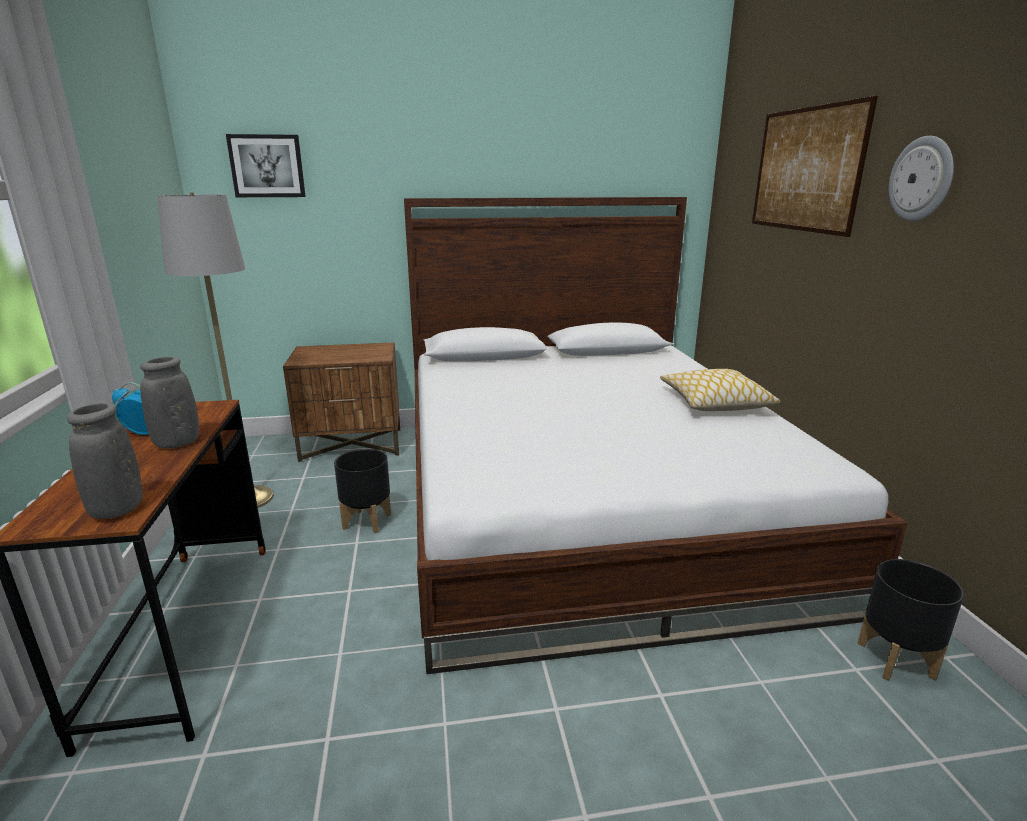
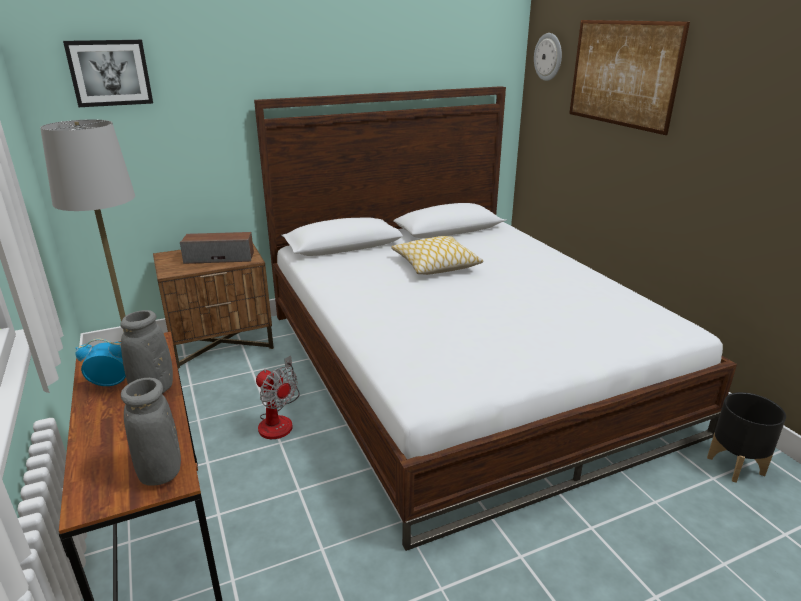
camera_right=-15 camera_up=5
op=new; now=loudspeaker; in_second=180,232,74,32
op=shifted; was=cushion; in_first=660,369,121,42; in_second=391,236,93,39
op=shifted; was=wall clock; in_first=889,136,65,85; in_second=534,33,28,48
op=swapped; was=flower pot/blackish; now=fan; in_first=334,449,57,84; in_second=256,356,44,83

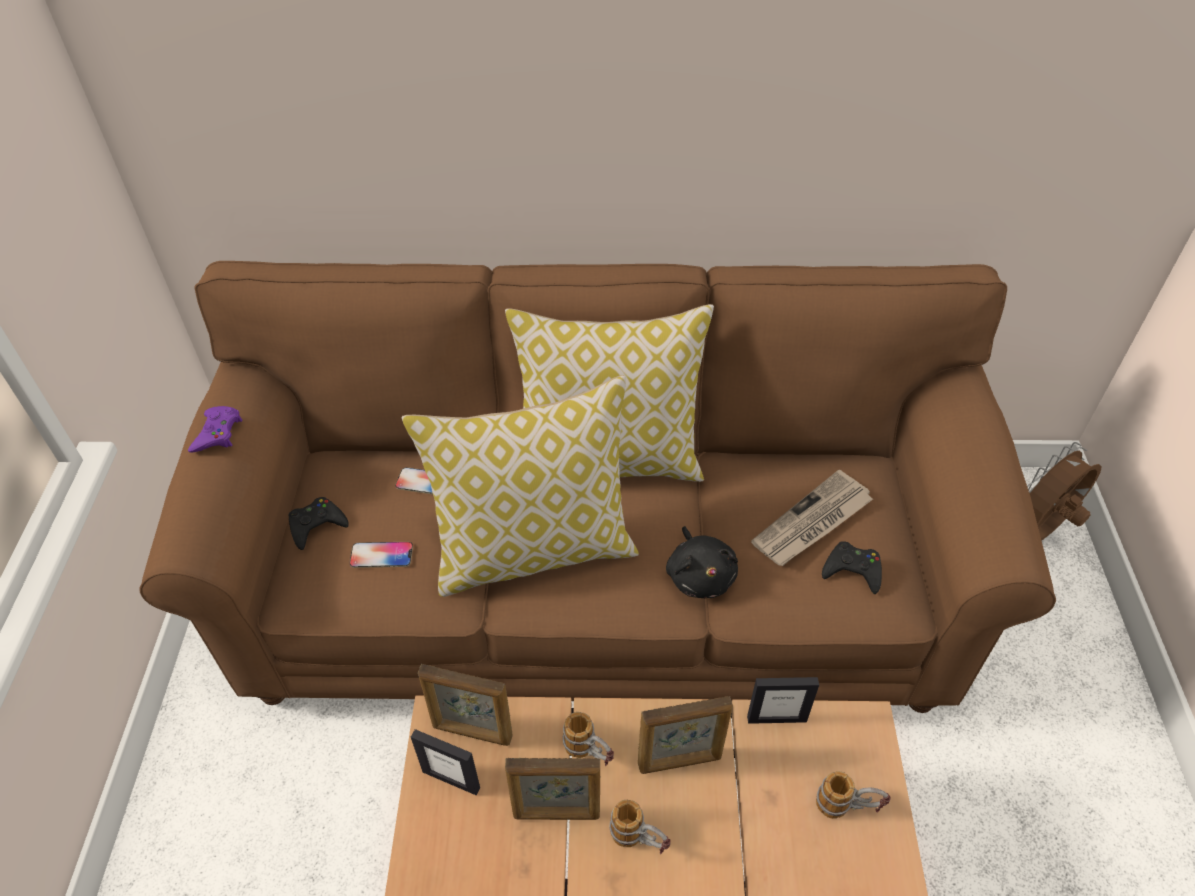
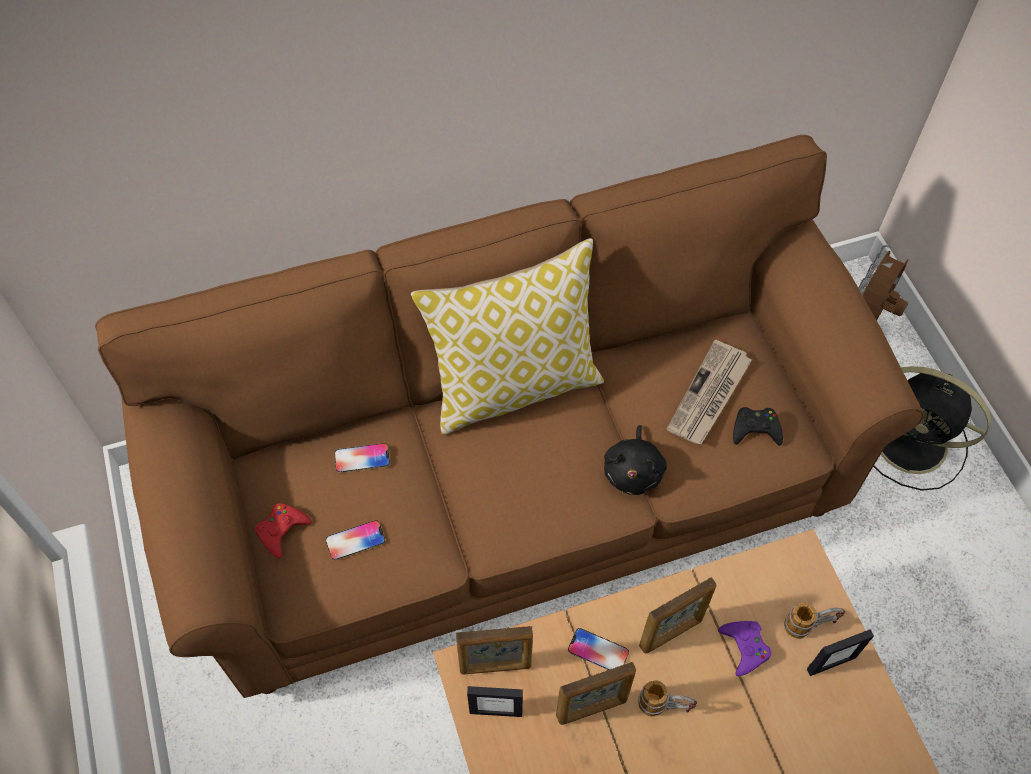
camera_right=-20 camera_up=10
op=gone; was=cushion; in_first=402,375,237,222
op=new; now=fan/blackish; in_second=873,366,118,125
op=shifted; was=gamepad/purplish; in_first=188,406,54,47; in_second=718,621,53,55
op=shifted; was=standing frame; in_first=747,677,72,47; in_second=807,629,67,47
op=swapped; was=mug; now=phone; in_first=563,712,51,54; in_second=568,628,61,42
op=repainted; was=gamepad/blackish; now=gamepad/red; in_first=288,497,61,53; in_second=255,503,57,56
op=rotated; was=plush toy/blackish; in_first=666,526,72,72; in_second=604,425,63,70; clockwise=45

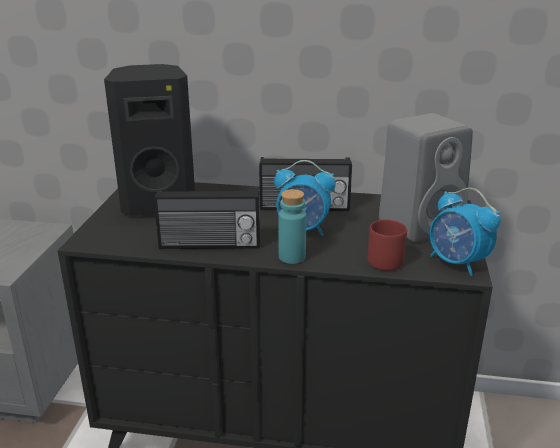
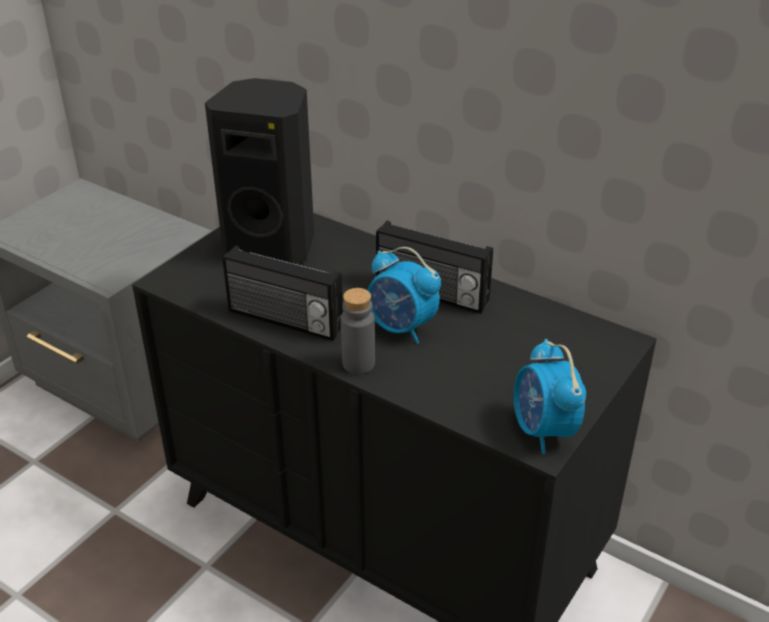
camera_right=25 camera_up=10
op=gone; was=mug/red; in_first=368,220,39,51
op=gone; was=loudspeaker/greyish; in_first=379,113,94,130
op=repainted; was=beverage bottle/turquoise-coloured; now=beverage bottle/greyish; in_first=279,189,28,75; in_second=341,288,34,86

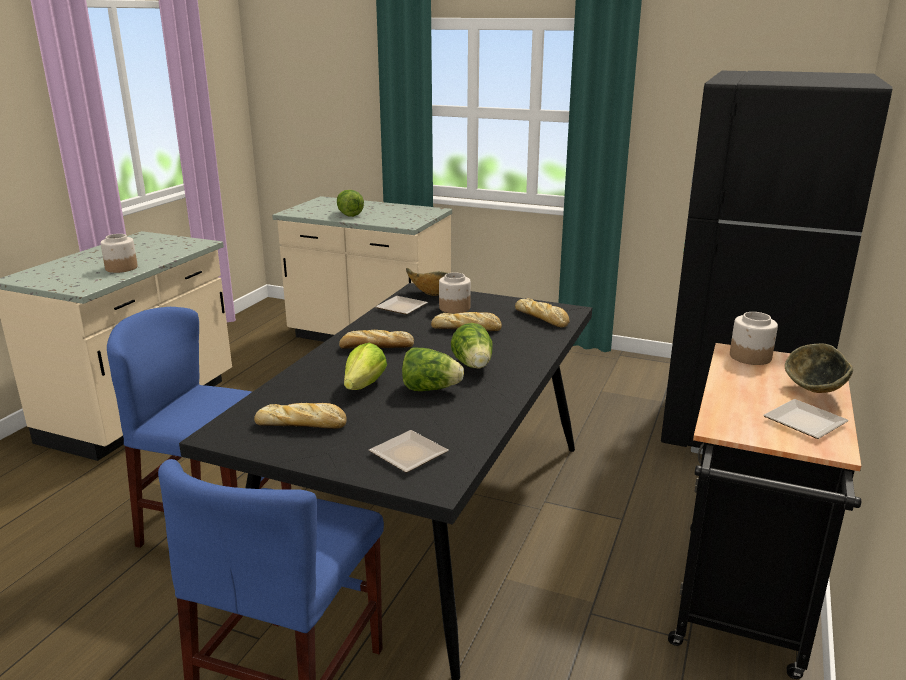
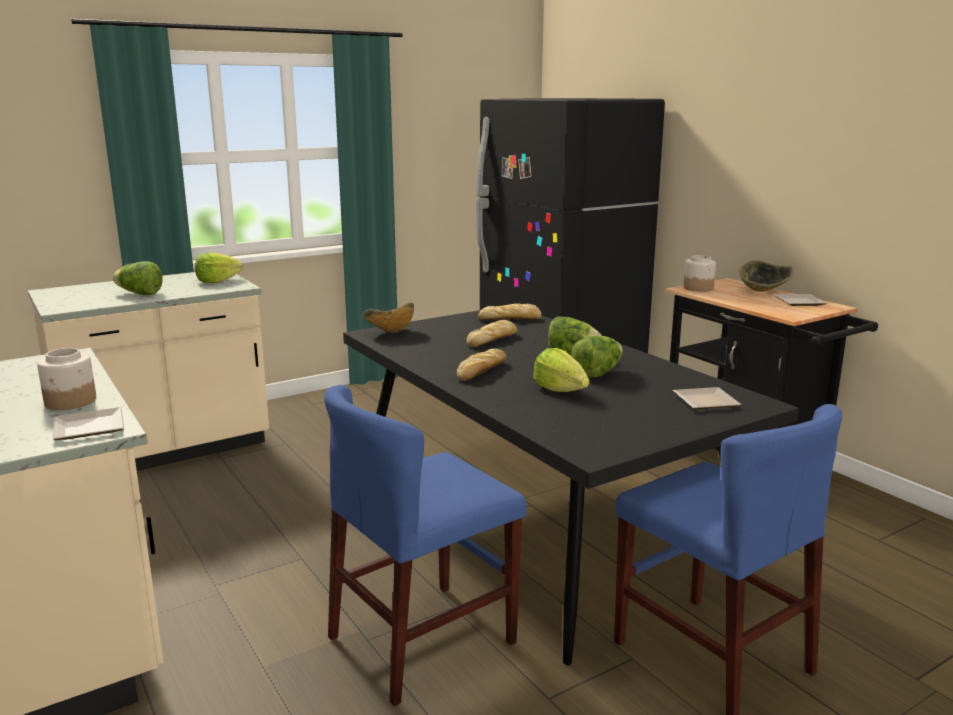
camera_right=-55 camera_up=-5
op=gone; was=baked bread; in_first=254,403,93,26
op=gone; was=preserve jar; in_first=439,272,32,41
op=new; now=lettuce; in_second=195,252,48,31
op=shifted; was=plate; in_first=376,296,52,18; in_second=53,407,71,33

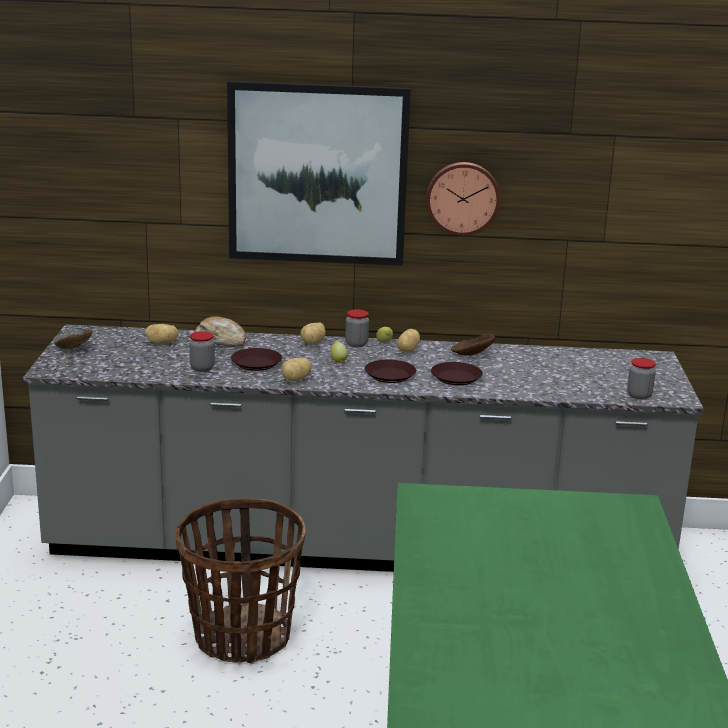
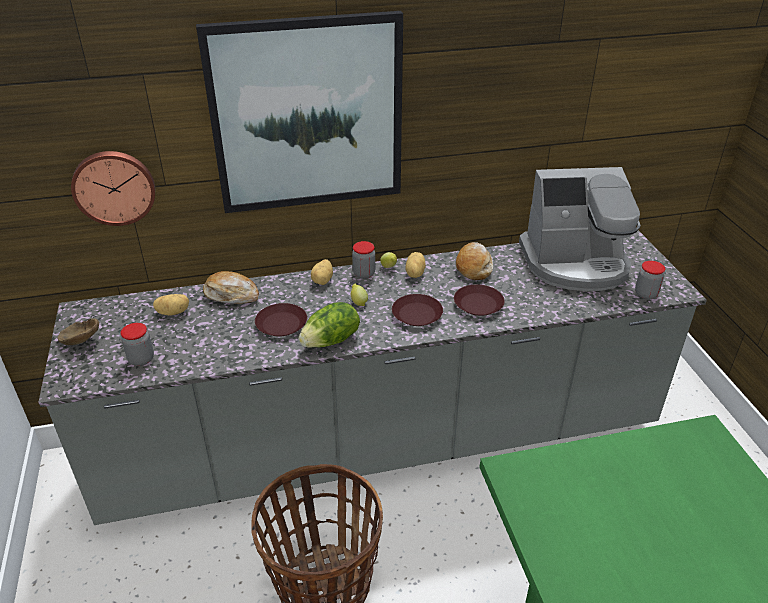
camera_right=-15 camera_up=15
op=new; now=coffee maker; in_second=519,167,122,124
op=shifted; was=preserve jar; in_first=189,331,26,41; in_second=121,323,33,43
op=shifted; was=wall clock; in_first=426,162,74,74; in_second=71,151,84,75
op=swapped; was=whole potato; now=lettuce; in_first=281,358,31,23; in_second=299,302,61,46
op=swapped; was=serving bowl/brown; now=baked bread; in_first=451,334,44,22; in_second=456,242,37,38

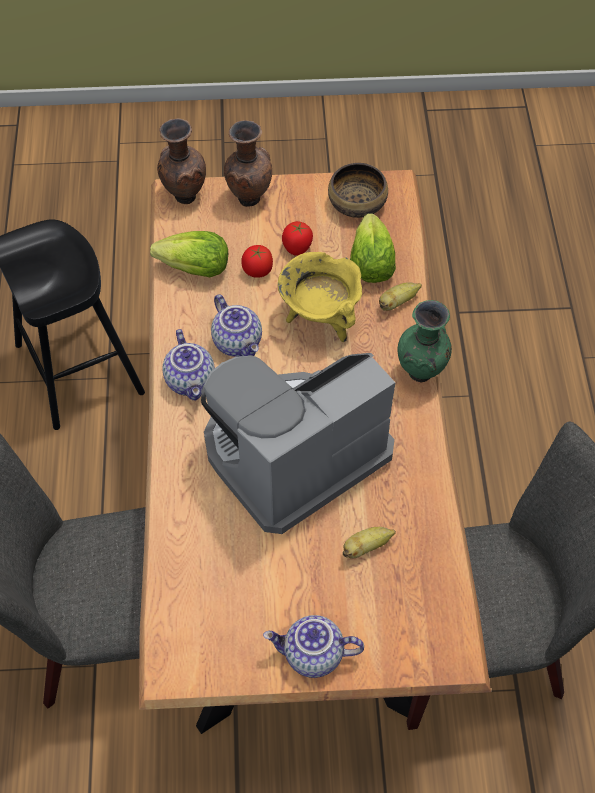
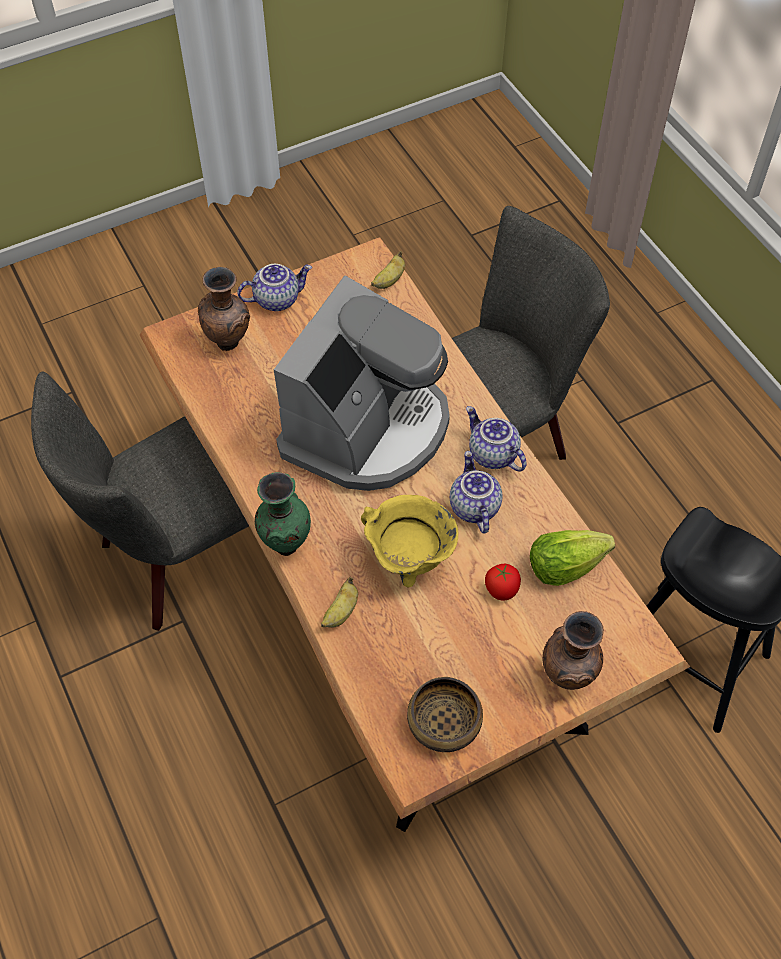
camera_right=155 camera_up=0
op=gone; was=fresh tomato; in_first=282,221,31,35
op=gone; was=lettuce; in_first=350,213,46,70
op=shifted; was=vase/brown; in_first=157,119,49,85; in_second=198,267,52,84
op=shifted; was=whole banana; in_first=343,527,53,31; in_second=371,251,34,38
op=rotated; was=pot for tea; in_first=211,294,51,63; in_second=450,451,52,82; clockwise=45

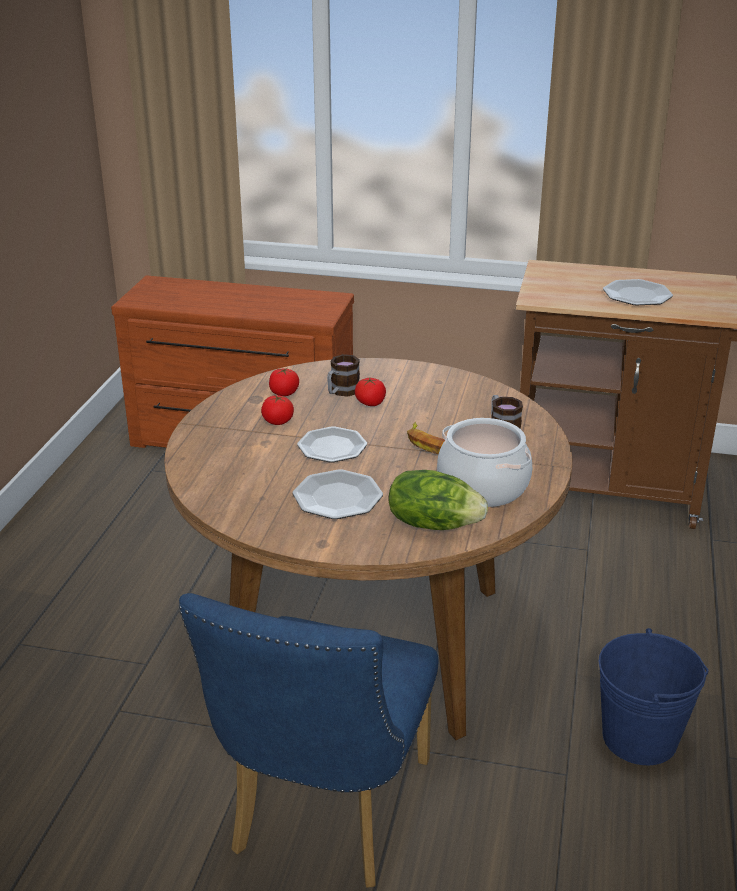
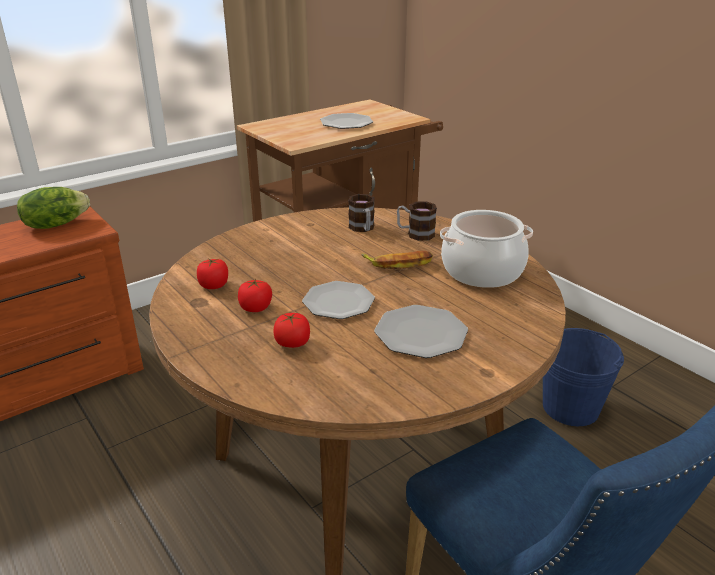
camera_right=-50 camera_up=0
op=shifted; was=mug; in_first=327,354,33,43; in_second=348,194,27,38
op=shifted; was=fresh tomato; in_first=355,378,31,28; in_second=273,313,37,35
op=shifted; was=lettuce; in_first=389,470,99,60; in_second=17,187,73,42

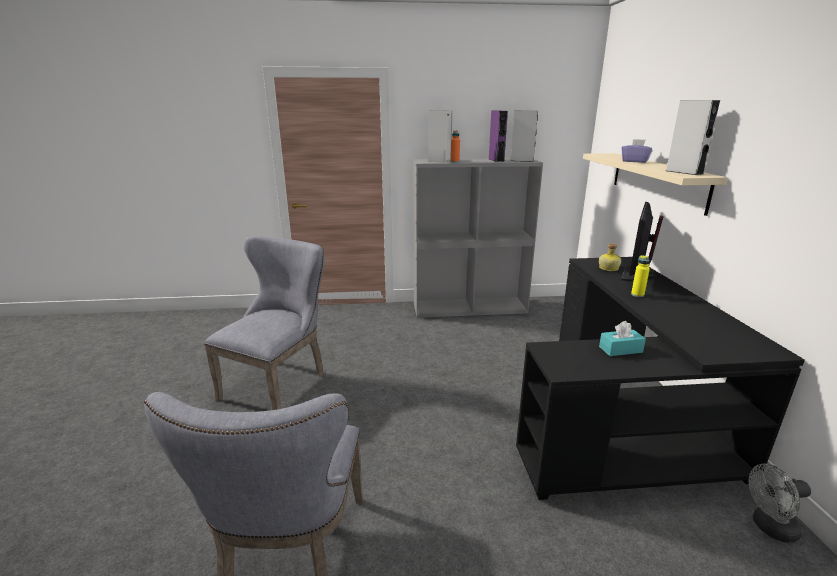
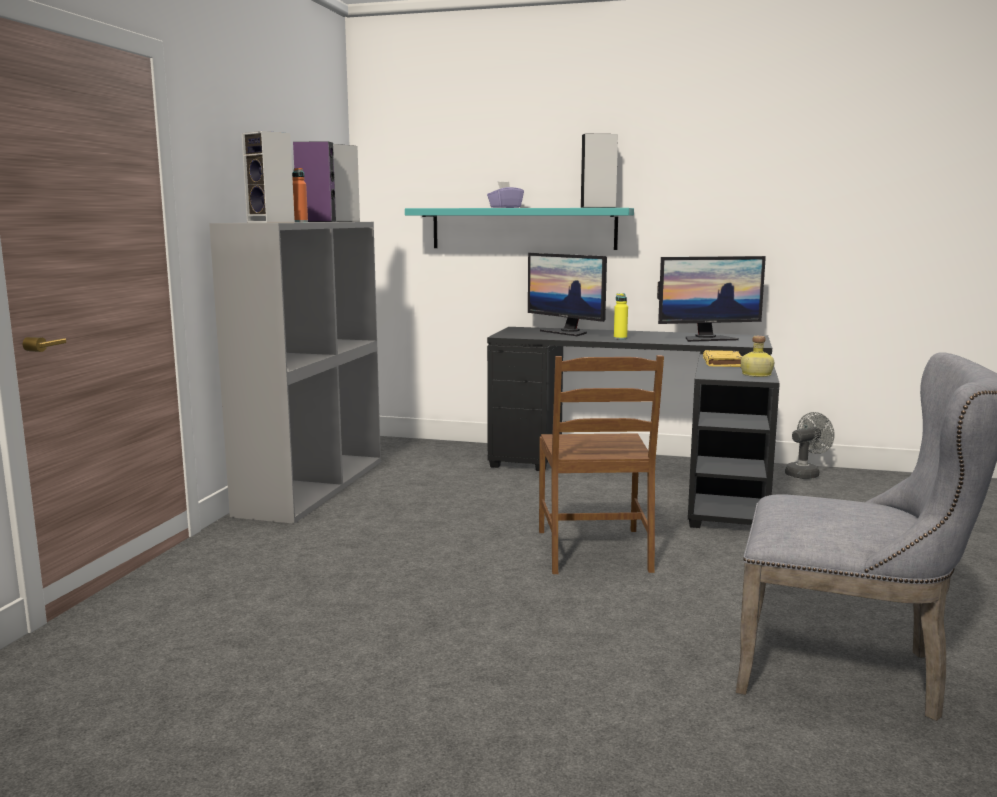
camera_right=-70 camera_up=-10
op=gone; was=upright chair/greyish; in_first=204,236,121,174
op=new; now=upright chair/brown; in_second=539,355,125,219
op=new; now=computer screen; in_second=657,256,109,86
op=shifted; was=beverage bottle; in_first=599,244,23,27; in_second=741,336,33,41
op=swapped; was=tissue holder/turquoise-coloured; now=bound book/yellow-coloured; in_first=599,321,47,35; in_second=703,350,39,17
op=repainted; was=shelf/beige-coloured; now=shelf/turquoise-coloured; in_first=583,153,145,63; in_second=405,208,229,42
op=rotated; was=fan/greyish; in_first=749,463,62,80; in_second=785,412,50,67; clockwise=-135

